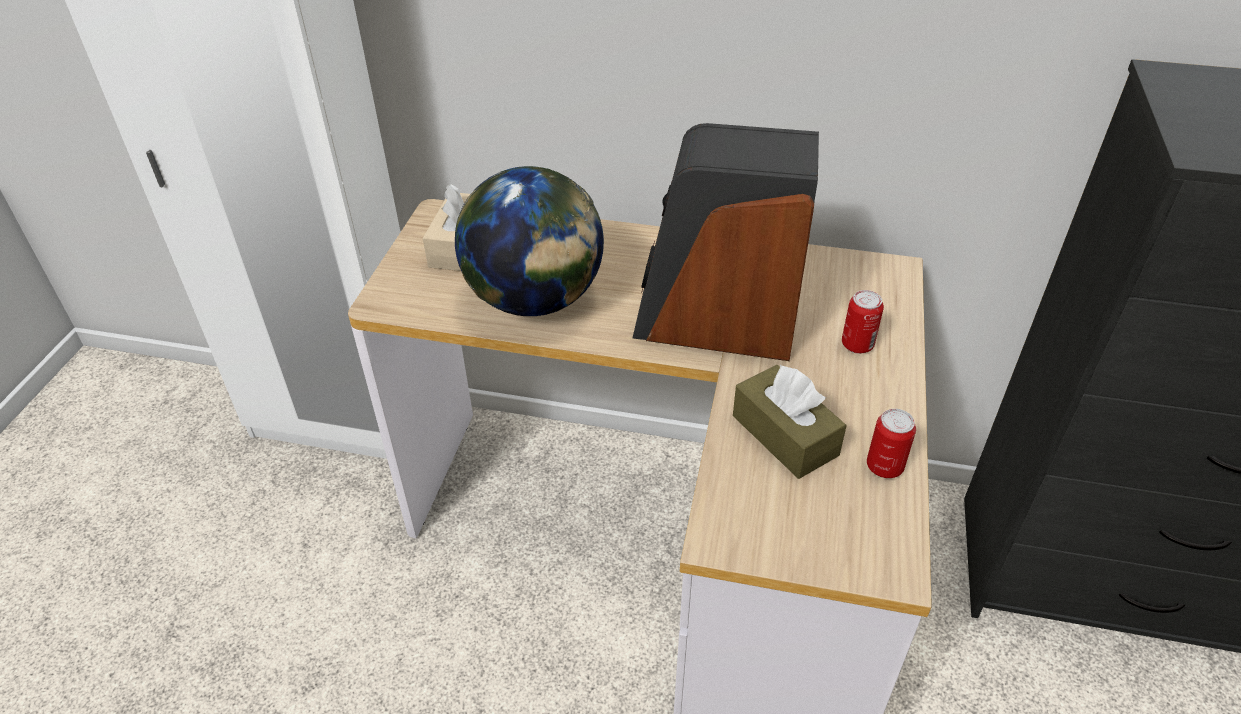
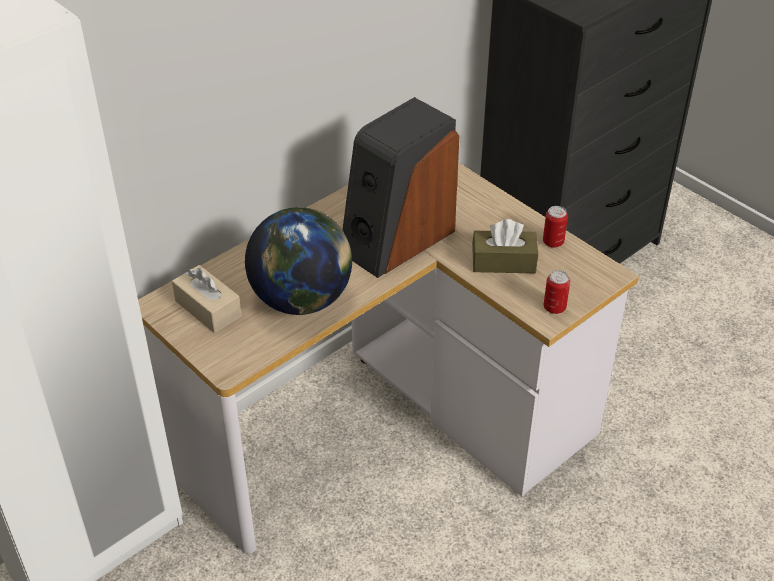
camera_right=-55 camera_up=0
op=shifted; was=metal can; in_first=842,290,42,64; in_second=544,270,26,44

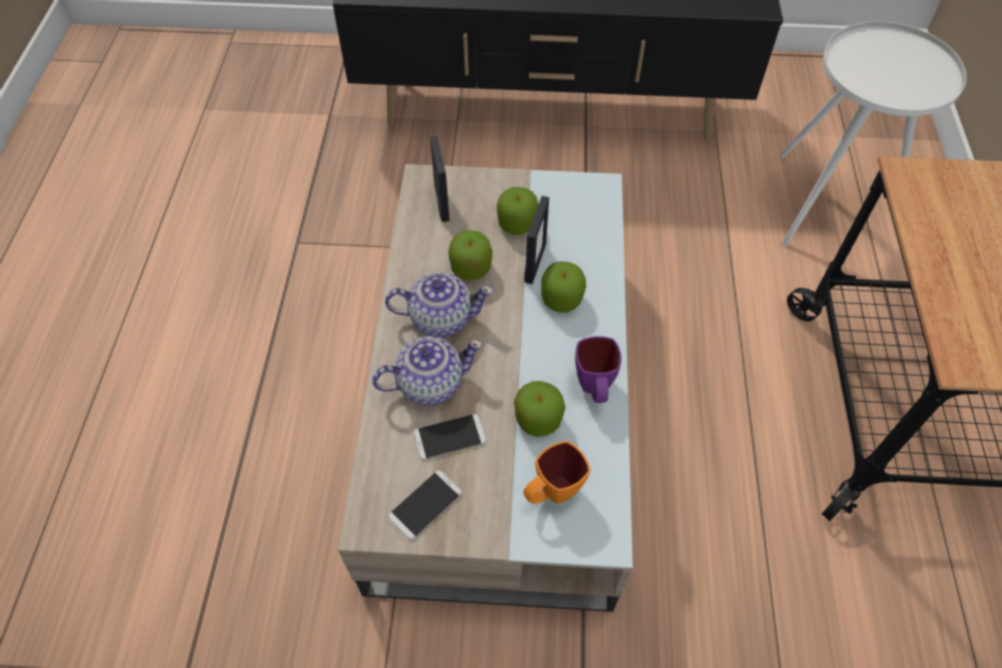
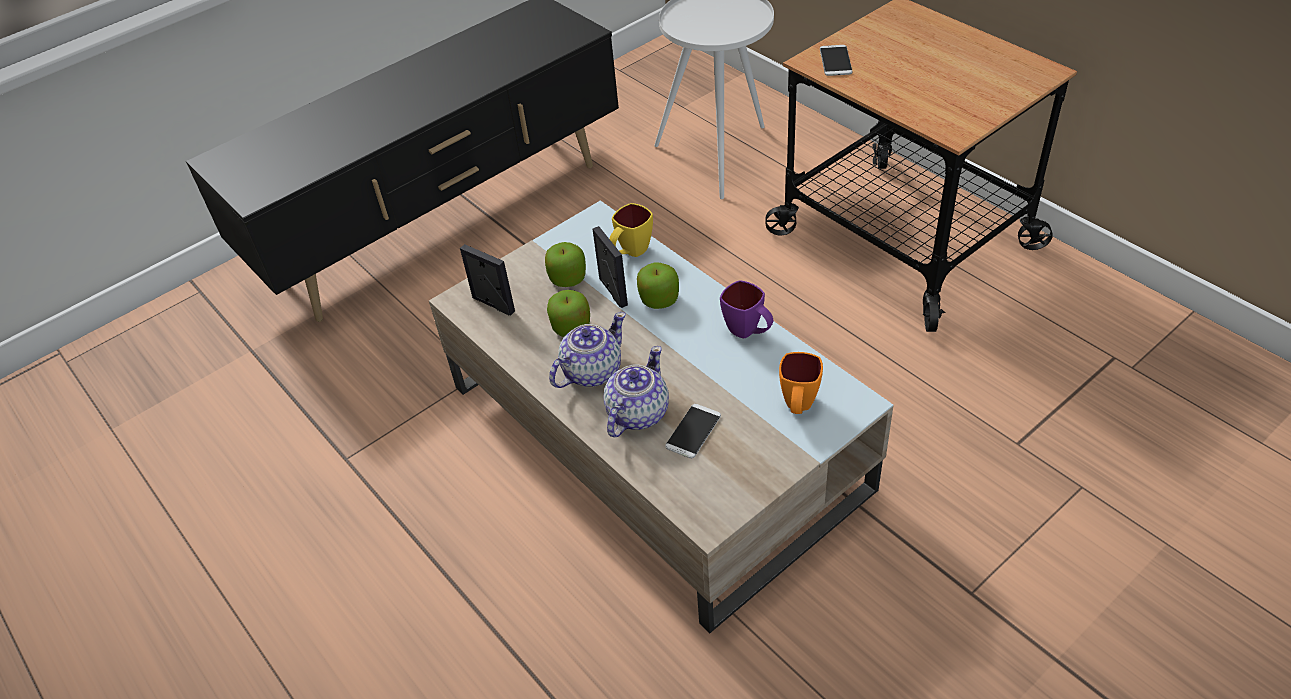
camera_right=-40 camera_up=-10
op=gone; was=whole apple; in_first=514,381,51,56
op=new; now=mug/yellow-coloured; in_second=609,203,44,54
op=shifted; was=phone; in_first=388,470,74,70; in_second=820,45,33,31

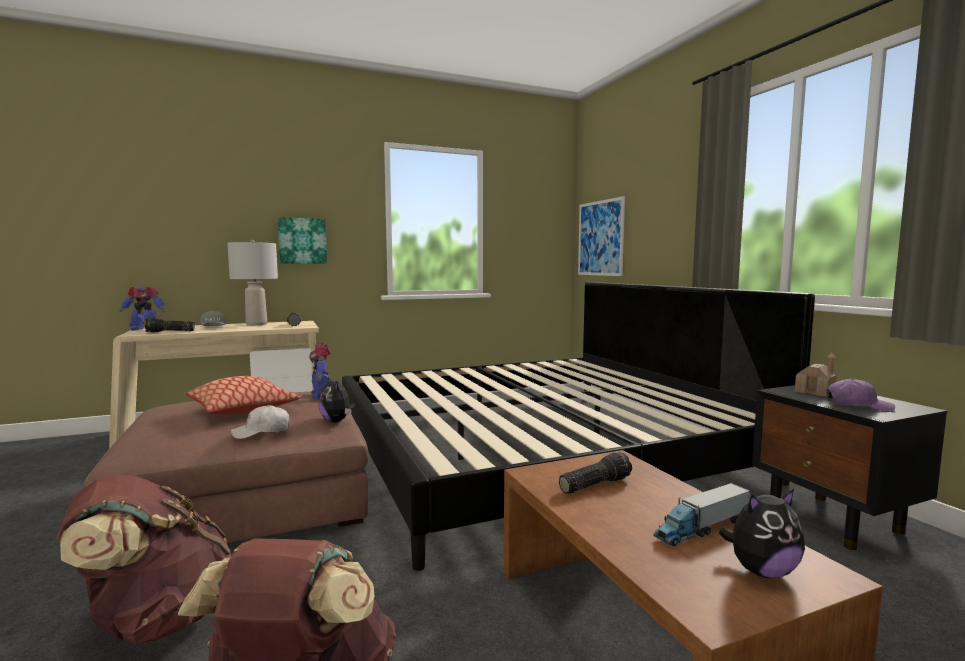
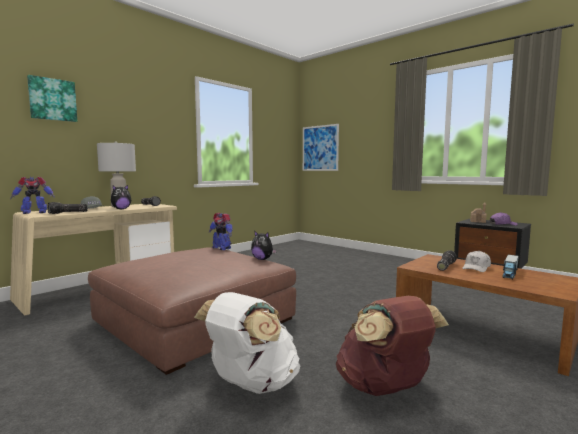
camera_right=-25 camera_up=0
op=gone; was=cushion; in_first=186,376,114,39
op=gone; was=bedroom bed; in_first=342,282,473,289
op=shifted; was=peaked cap/whitish; in_first=231,405,58,34; in_second=462,251,29,21
op=shifted; was=wall picture; in_first=278,217,49,46; in_second=27,75,50,47
op=shifted; was=plush toy; in_first=719,489,86,89; in_second=111,185,20,24
op=repainted; was=rucksack/brown; now=rucksack/whitish; in_first=56,475,175,170; in_second=194,292,106,102

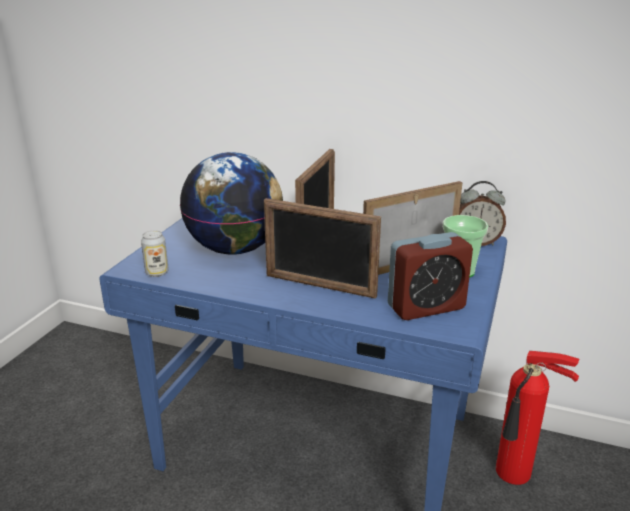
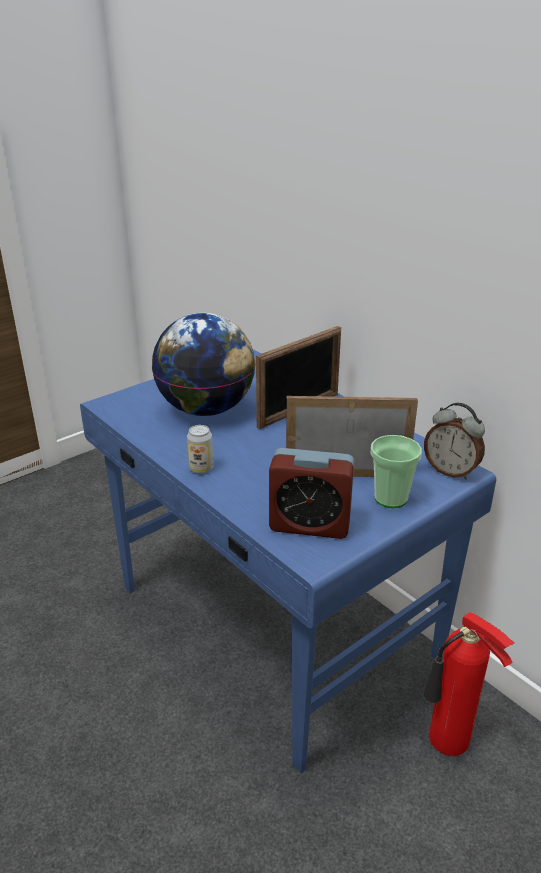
camera_right=30 camera_up=5
op=gone; was=standing frame; in_first=264,198,117,101
op=shifted; was=metal can; in_first=141,230,28,47; in_second=187,425,27,49

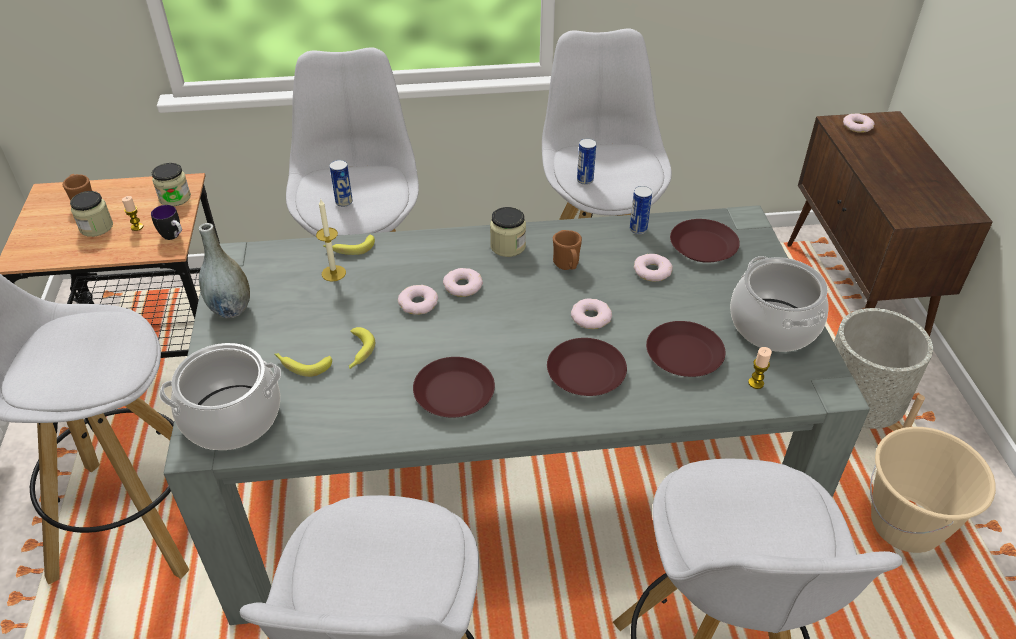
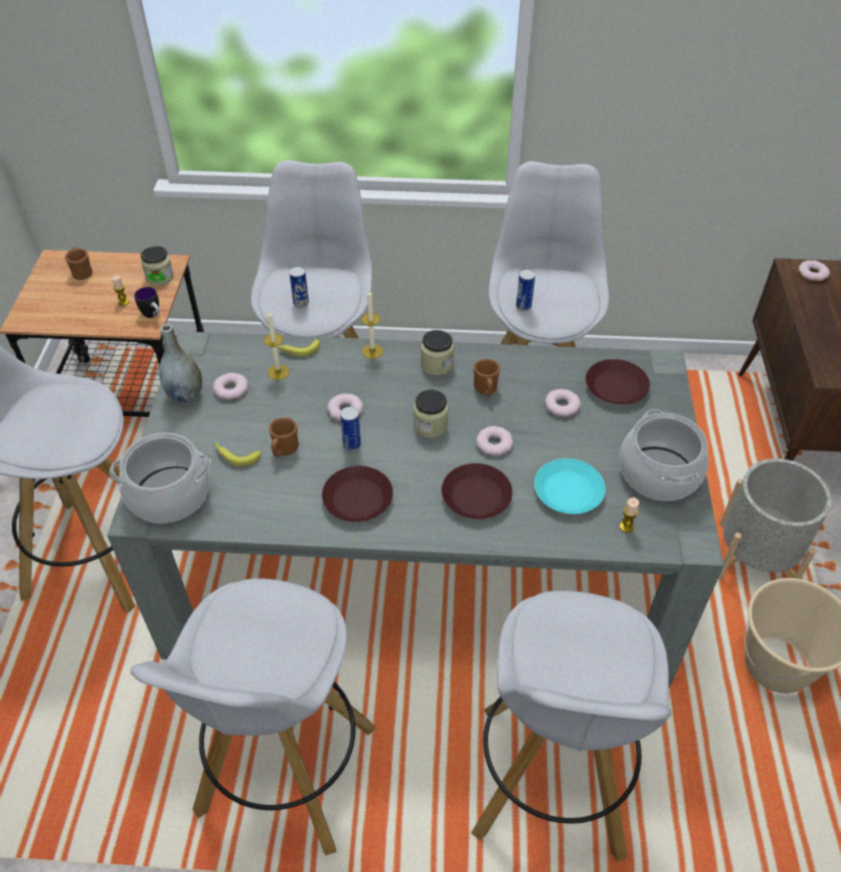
camera_right=10 camera_up=5
op=new; now=candle; in_second=362,289,21,70
op=shifted; was=preserve jar; in_first=70,191,43,46; in_second=413,389,36,49
op=shifted; was=ring doughnut; in_first=443,268,40,29; in_second=213,373,35,27
op=shifted; was=metal can; in_first=630,186,22,48; in_second=340,406,21,45
op=swapped; was=whole banana; now=mug/brown; in_first=349,327,26,42; in_second=269,418,30,39
op=repainted; was=plate/brown; now=plate/turquoise-coloured; in_first=646,321,79,56; in_second=534,459,72,55

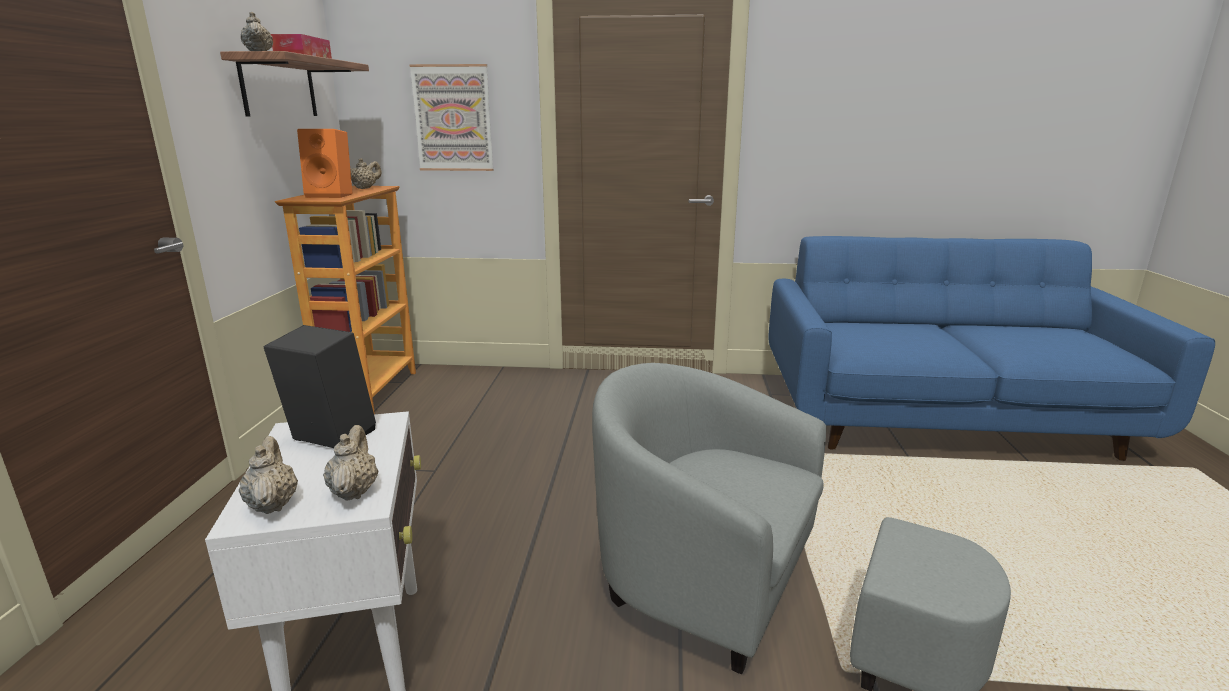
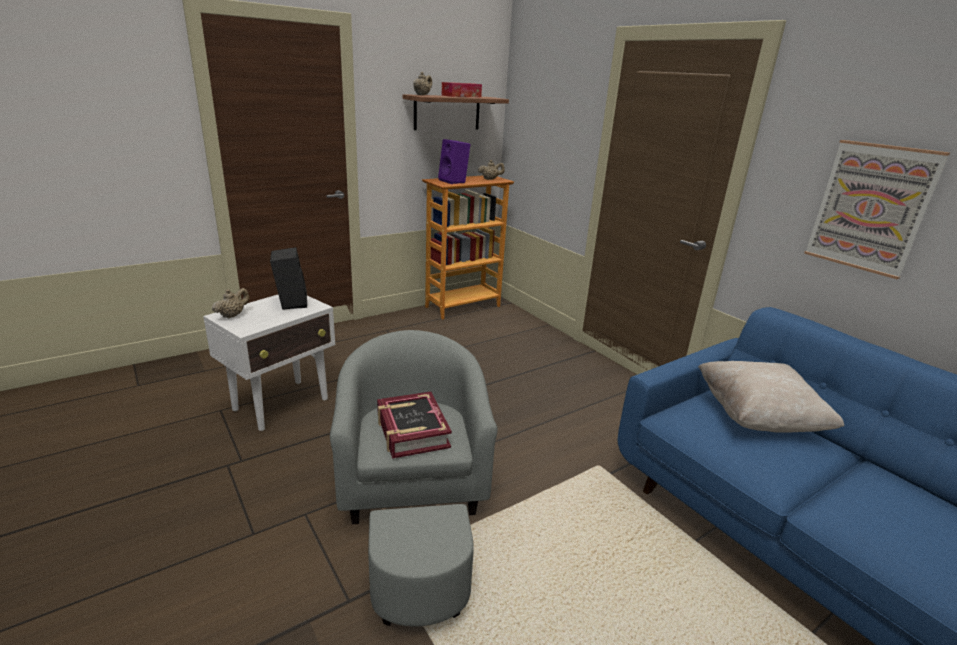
camera_right=50 camera_up=5
op=gone; was=pot for tea/beige-coloured; in_first=323,425,55,76
op=new; now=bound book; in_second=377,392,75,67
op=new; now=cushion/beige-coloured; in_second=698,361,146,72
op=shifted; was=wall picture; in_first=409,64,85,107; in_second=804,140,146,139
op=repainted; was=loudspeaker/orangey; now=loudspeaker/purplish; in_first=297,129,55,69; in_second=438,139,33,45

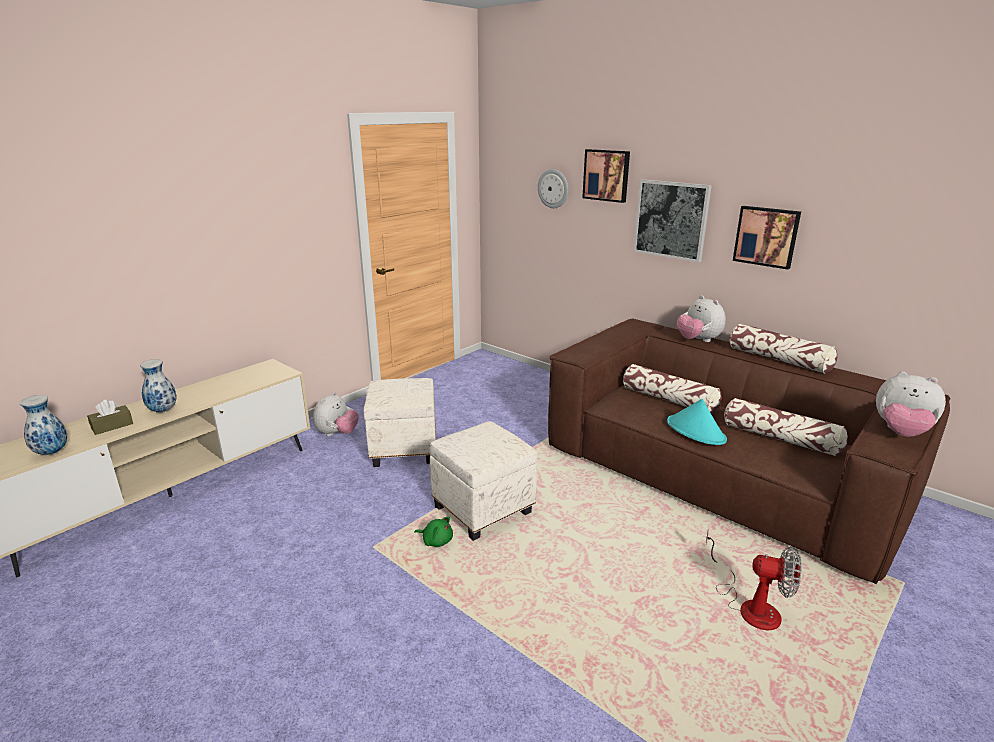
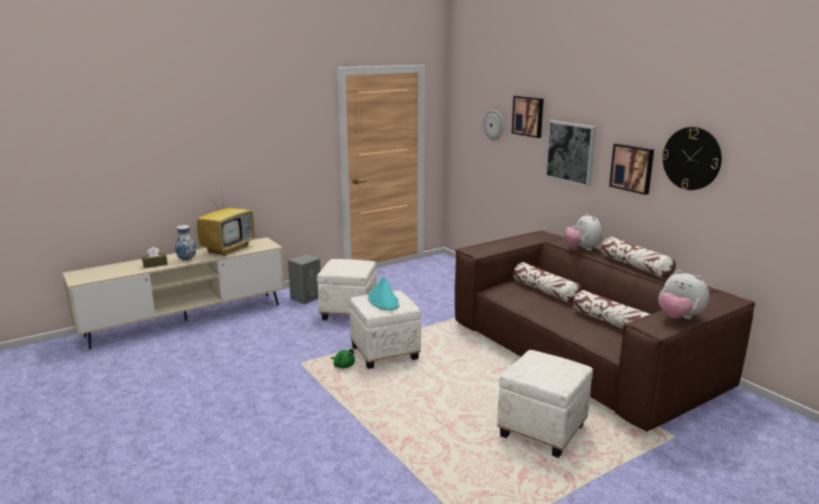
camera_right=15 camera_up=-5
op=gone; was=vase; in_first=20,395,47,60
op=new; now=TV set; in_second=197,188,57,68
op=new; now=wall clock; in_second=662,127,60,63
op=shifted; was=hat/turquoise-coloured; in_first=667,399,60,46; in_second=368,276,32,34
op=swapped; was=plush toy; now=loudspeaker/greyish; in_first=313,392,46,45; in_second=288,254,32,50
op=swapped; was=fan; now=ottoman/whitish; in_first=706,529,95,101; in_second=497,350,96,108

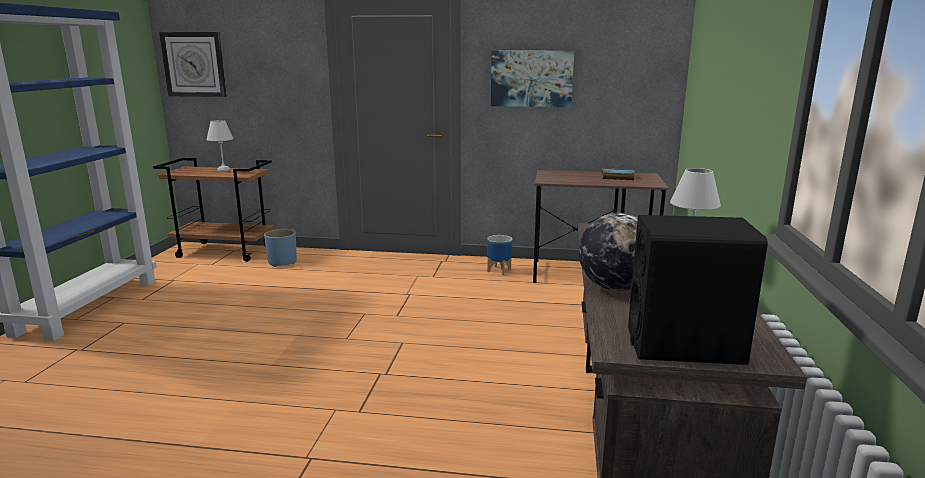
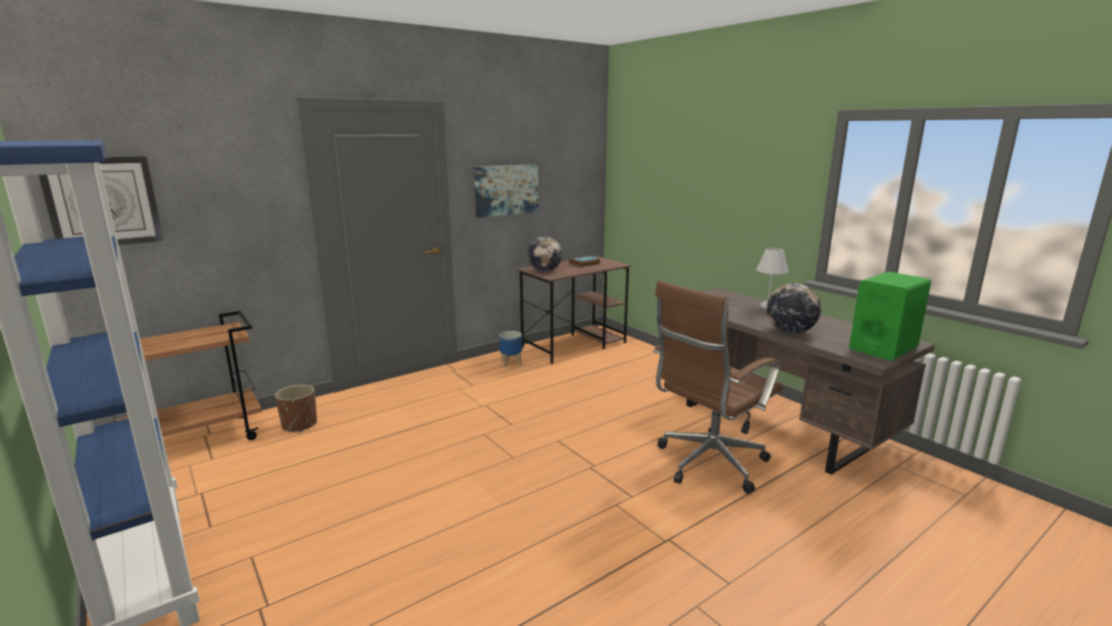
camera_right=-45 camera_up=0
op=gone; was=table lamp/whitish; in_first=207,120,27,51
op=new; now=desk globe; in_second=528,237,34,35
op=new; now=computer chair/brown; in_second=653,281,130,213
op=repainted; was=flower pot/bluish; now=flower pot/brown; in_first=264,229,33,38; in_second=275,384,42,48
op=repainted; was=loudspeaker/blackish; now=loudspeaker/green; in_first=628,215,140,150; in_second=849,272,82,89

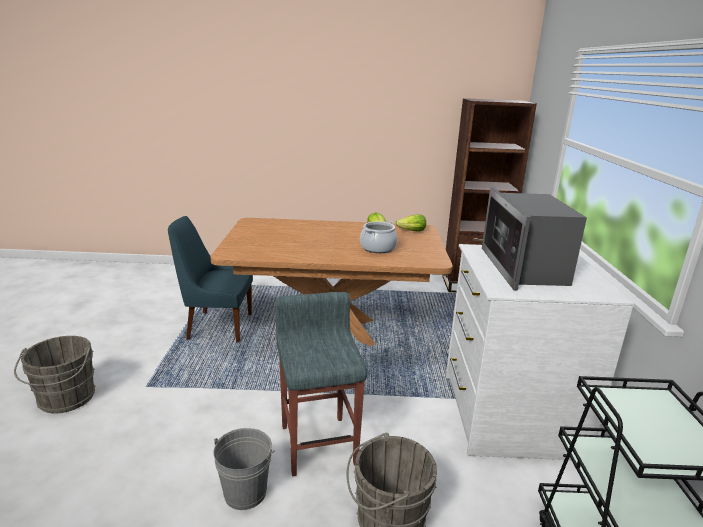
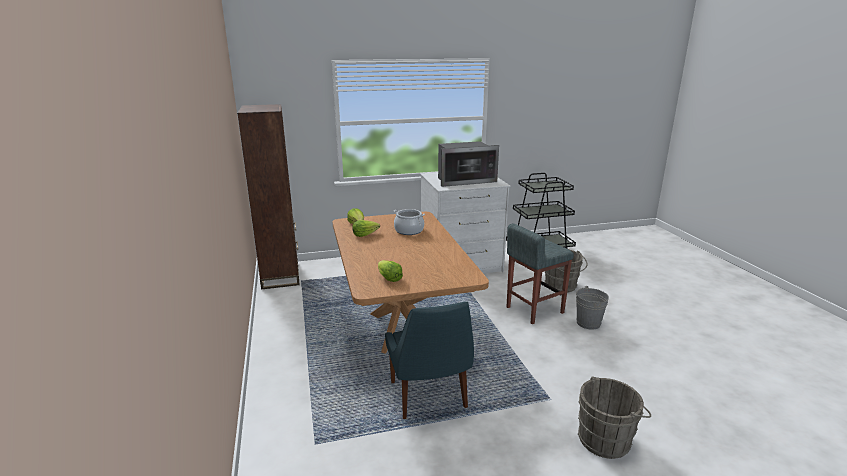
camera_right=-105 camera_up=0
op=new; now=lettuce; in_second=378,260,25,22

